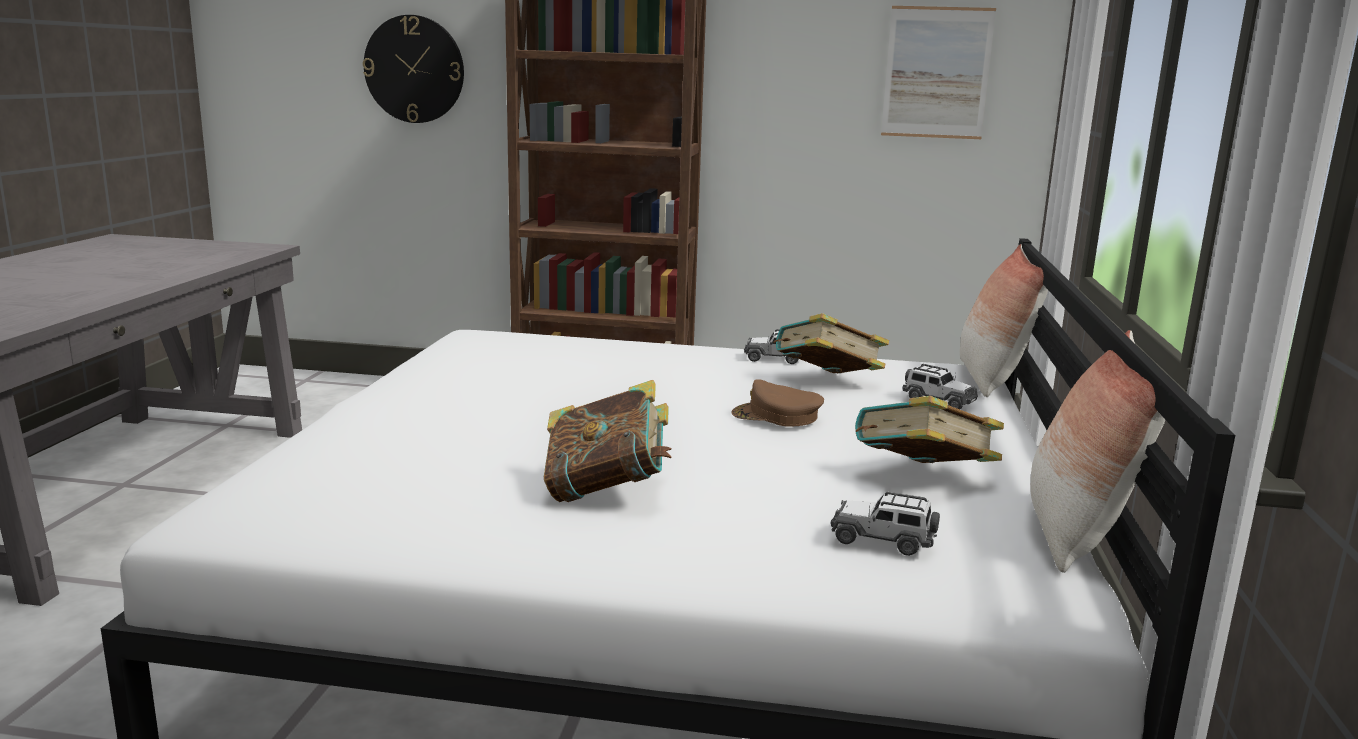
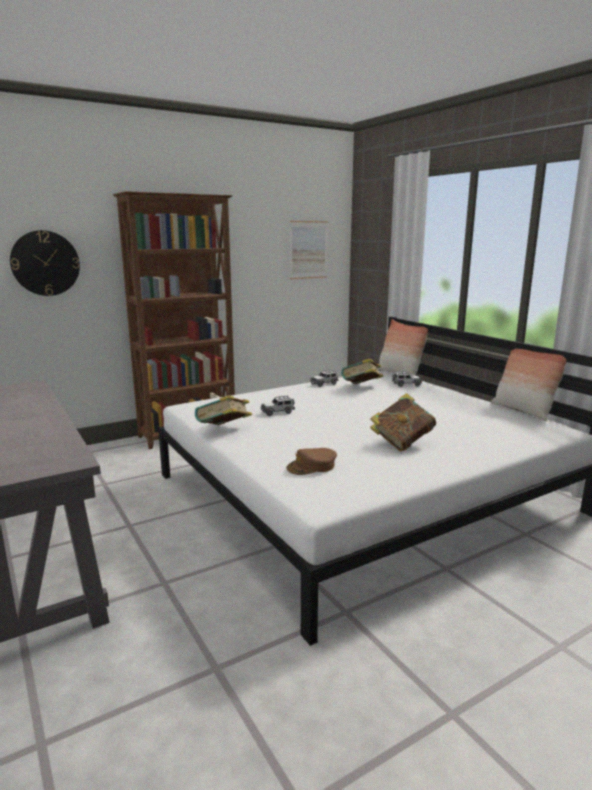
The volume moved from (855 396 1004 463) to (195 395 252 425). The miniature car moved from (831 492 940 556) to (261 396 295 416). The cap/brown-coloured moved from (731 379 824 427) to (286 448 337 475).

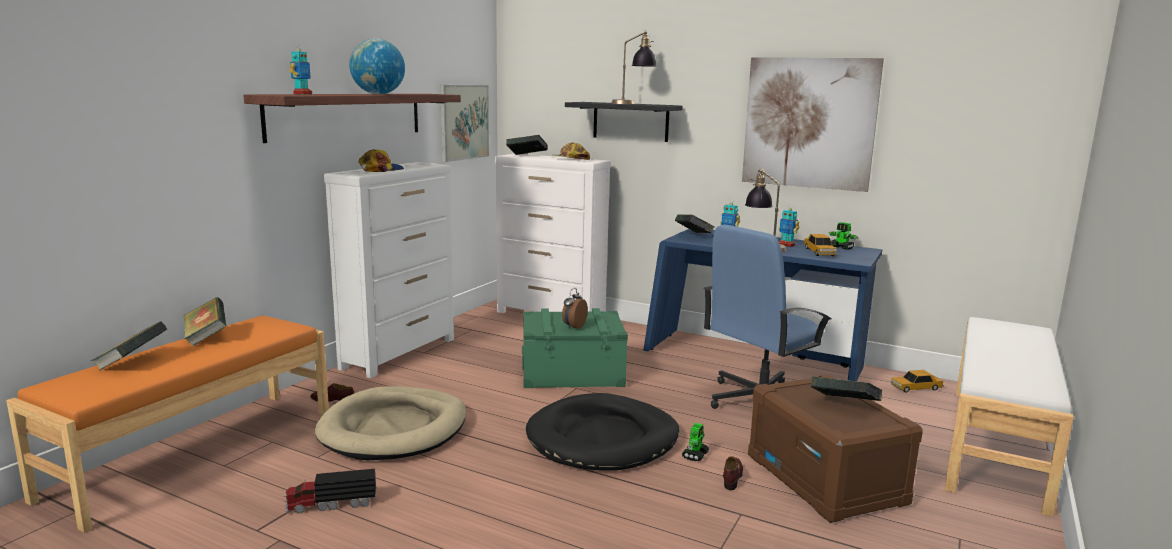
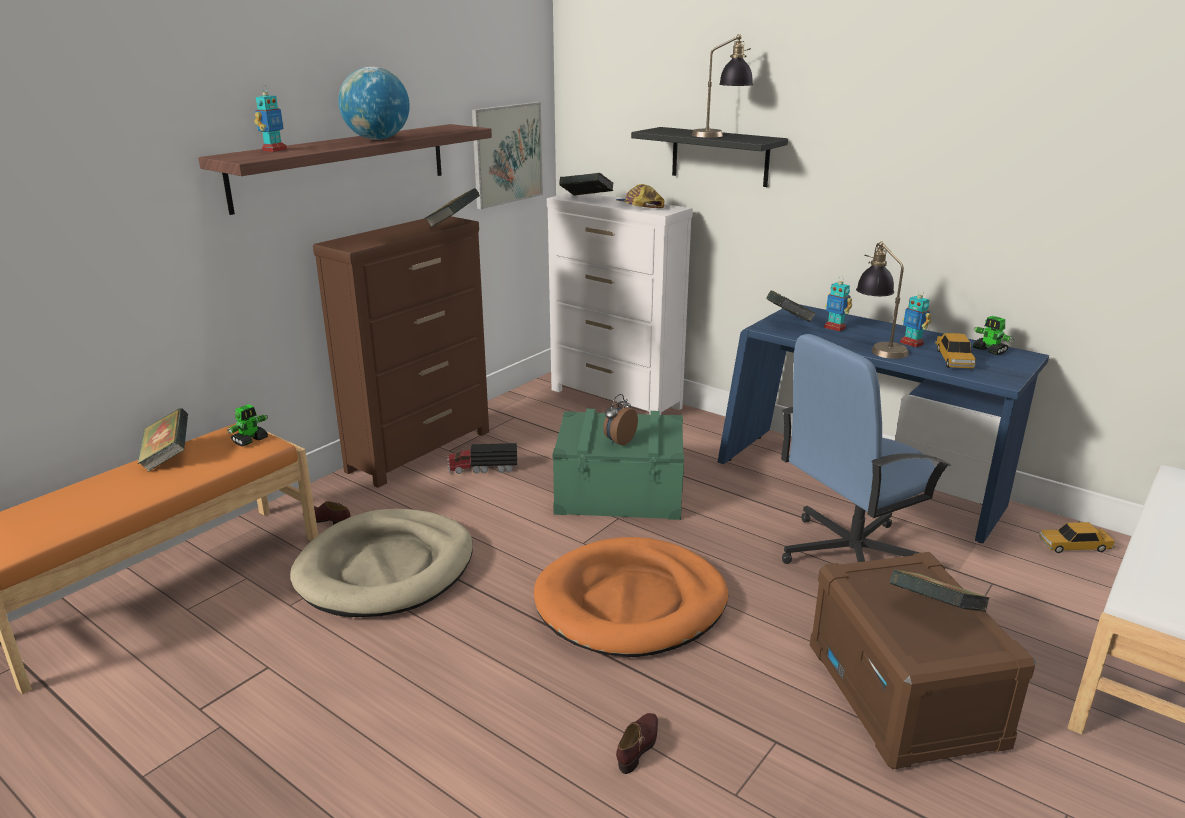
The model robot moved from (682 423 709 461) to (227 404 268 446). The dresser/white at (324 162 454 378) became the dresser/brown-coloured at (313 216 489 488). The volume moved from (91 321 167 371) to (424 188 480 228). The toy truck moved from (284 469 376 514) to (447 443 518 474). The pet bed/black-coloured at (526 393 679 471) became the pet bed/orangey at (534 537 728 657). The shoe/brown-coloured moved from (723 456 743 490) to (616 713 658 774). The cap at (358 149 404 172) disappeared. The wall picture at (742 57 884 192) disappeared.

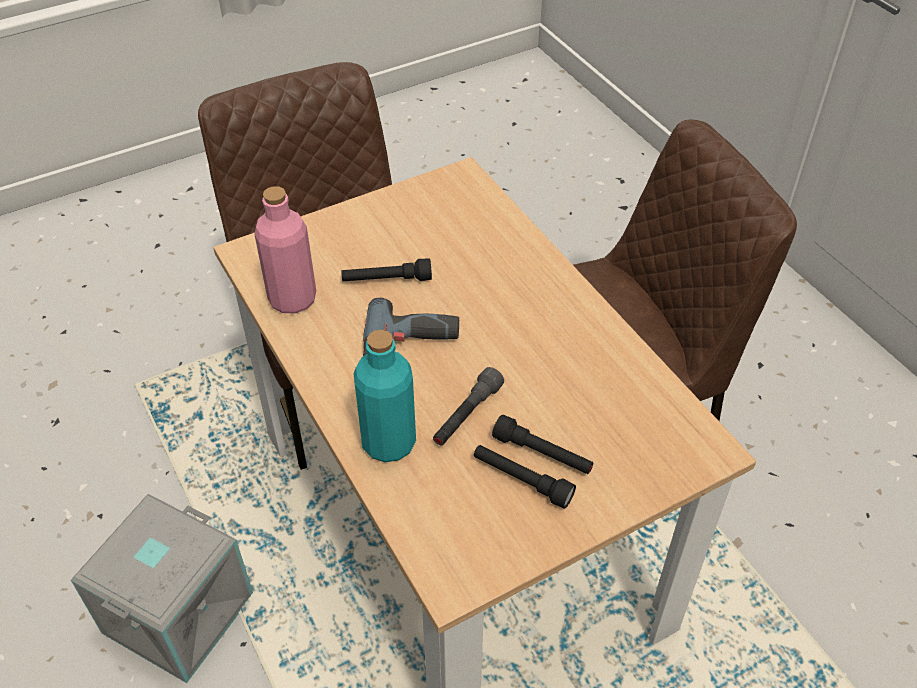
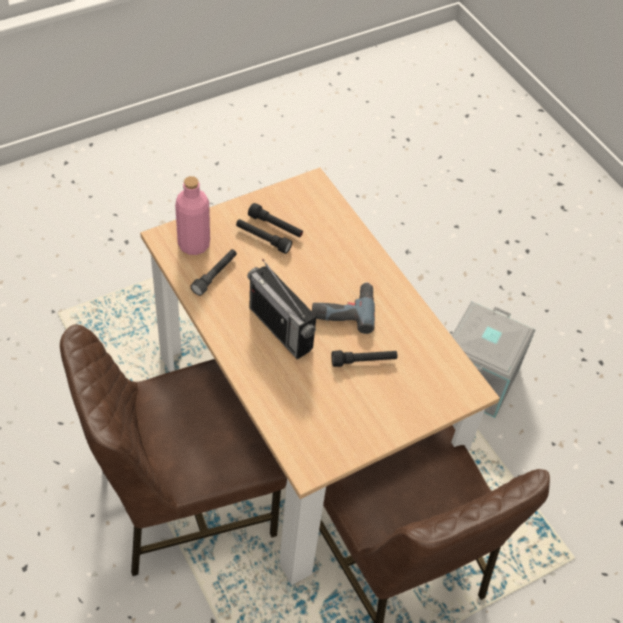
The drink bottle/pink-coloured moved from (254 186 316 313) to (175 176 210 255). The flashlight/gray moved from (433 367 504 445) to (190 249 237 296). The radio at (247 259 316 359) appeared. The drink bottle/turquoise at (353 330 416 462) disappeared.

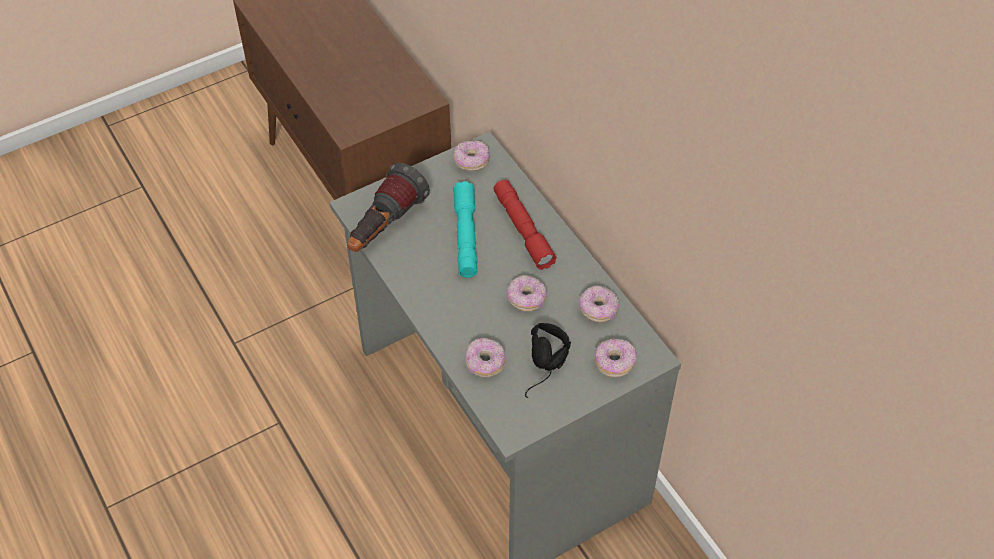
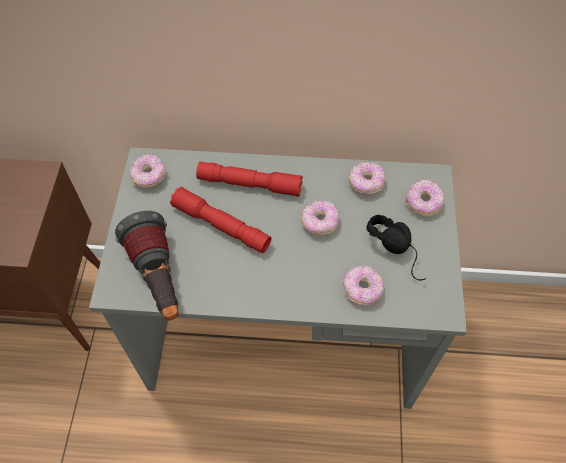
The flashlight/turquoise at (453 181 478 278) became the flashlight/reddish at (170 187 271 253).

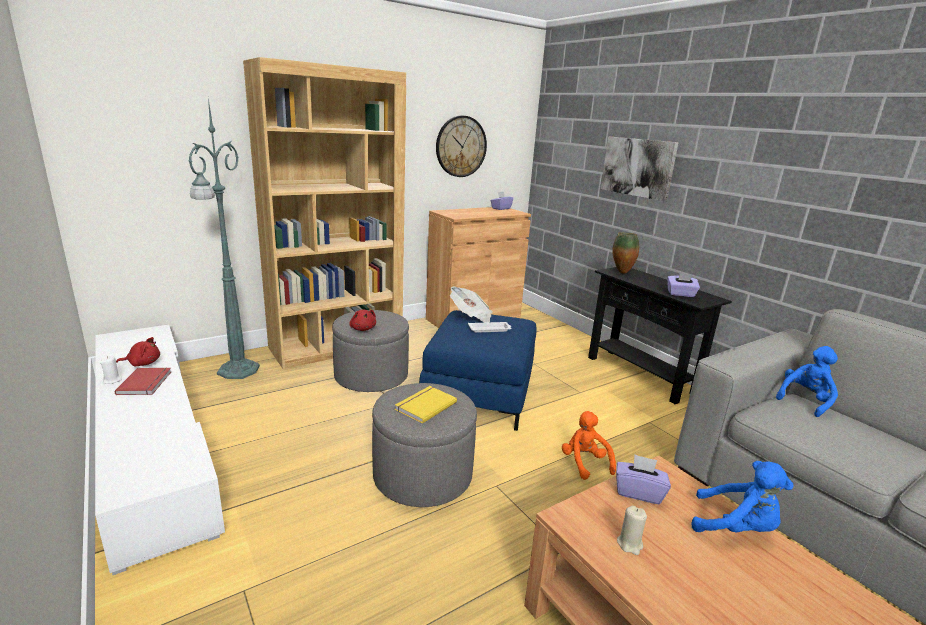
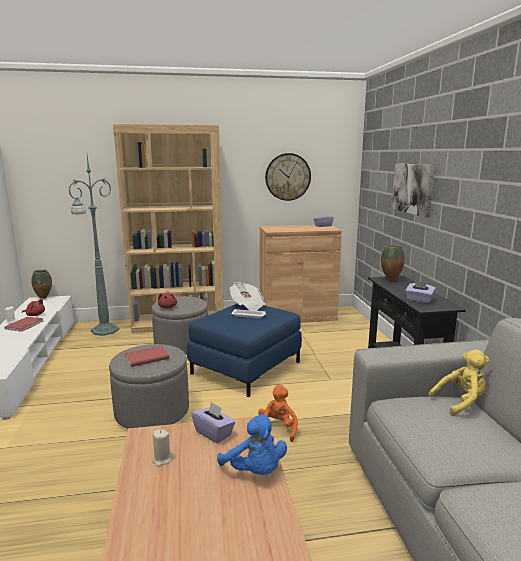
The vase at (31 270 52 299) appeared. The volume/yellow at (395 386 457 424) became the volume/reddish at (125 346 169 367). The soft toy/blue at (776 346 838 417) became the soft toy/yellow at (429 350 490 416).

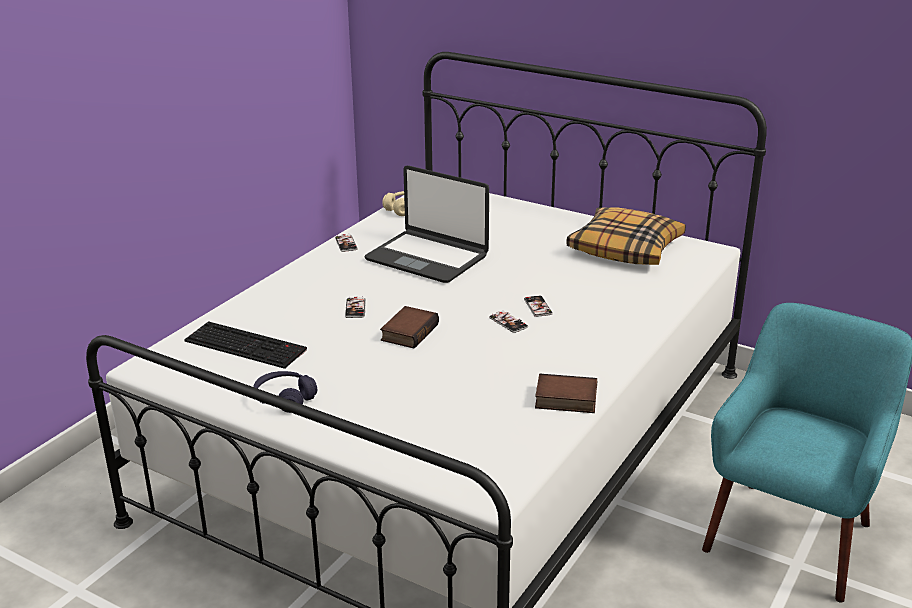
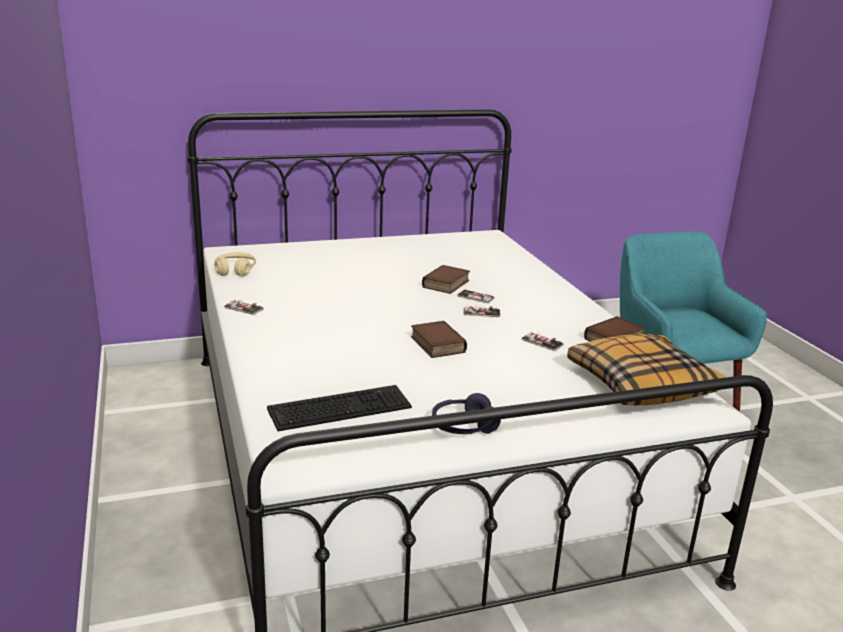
The volume at (422 265 470 294) appeared. The handset moved from (345 296 366 318) to (521 331 564 351). The pillow moved from (566 207 686 265) to (567 333 726 406). The notebook computer at (364 165 489 283) disappeared.

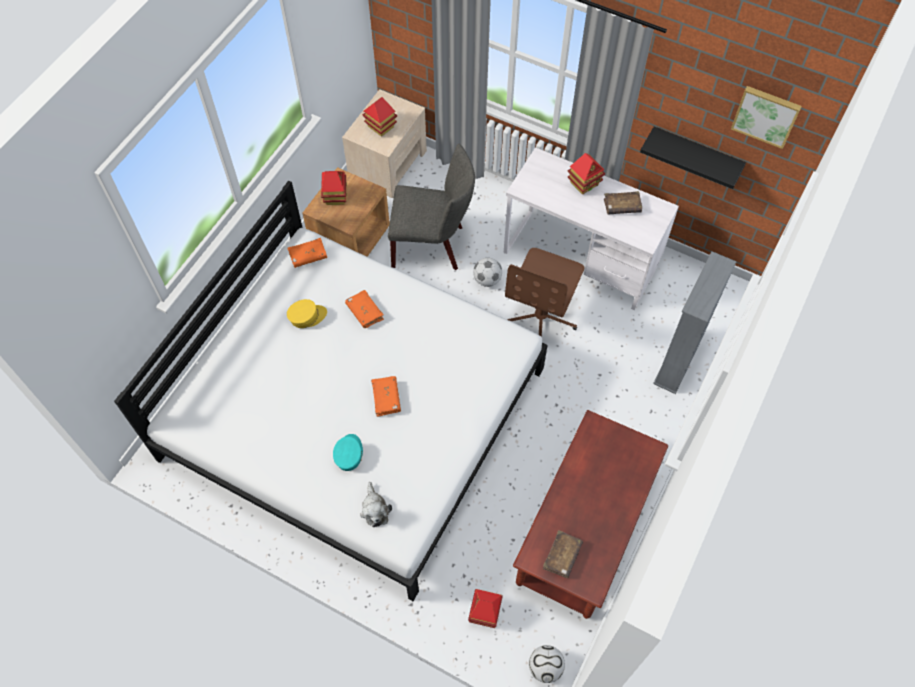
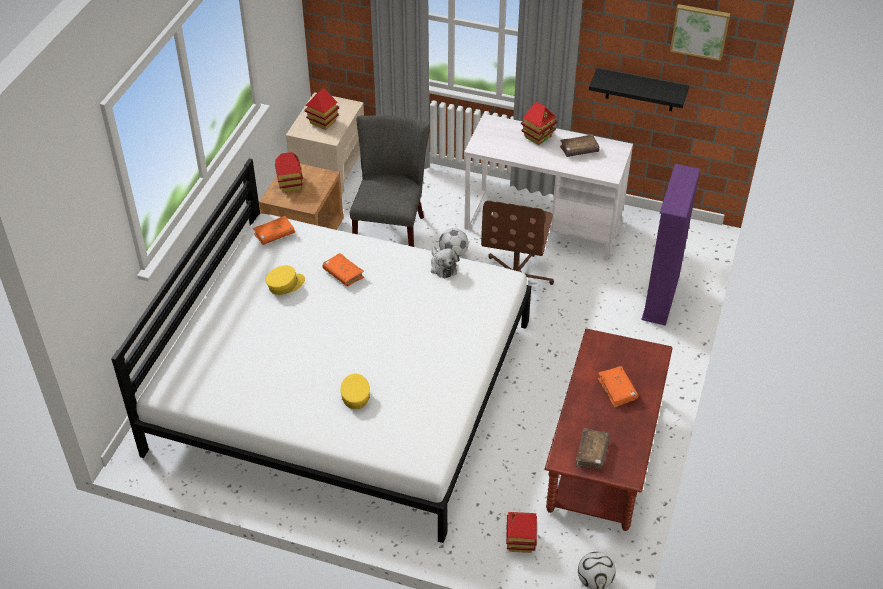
The cap/turquoise at (333 434 363 471) became the cap/yellow at (340 374 370 409). The upright chair/gray at (388 144 475 270) turned 75 degrees counterclockwise. The soft toy moved from (360 482 392 527) to (431 246 459 278). The volume/orangey moved from (371 376 401 417) to (598 366 639 408). The bookshelf/gray at (653 251 737 394) became the bookshelf/purplish at (641 164 700 326).

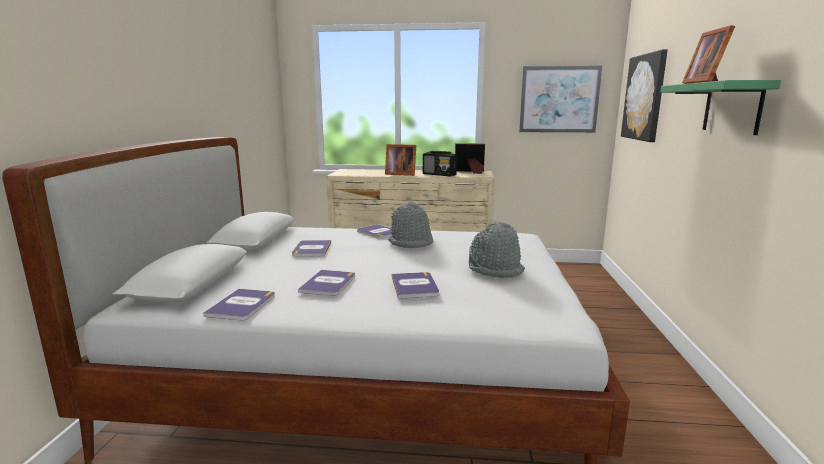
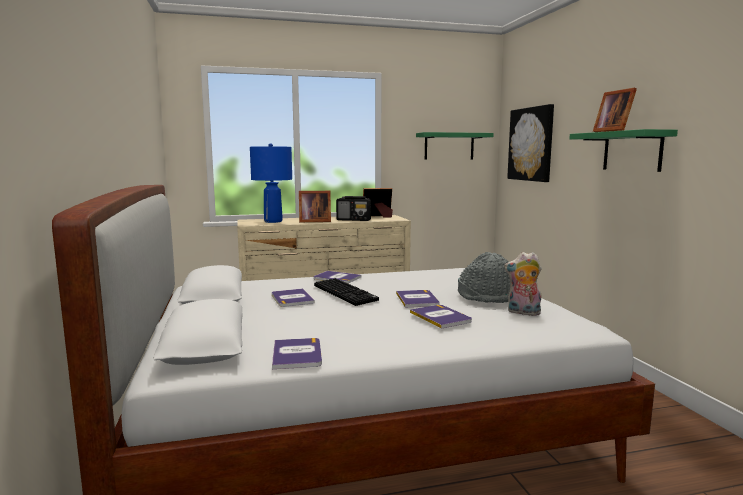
The table lamp/blue at (250 143 292 223) appeared. The computer keyboard at (314 278 379 306) appeared. The volume moved from (298 270 355 296) to (396 290 439 308). The wall picture at (519 66 602 133) was replaced by the shelf/green-coloured at (416 132 494 160). The soft toy at (504 252 541 316) appeared. The hat/gray at (388 201 433 248) disappeared.

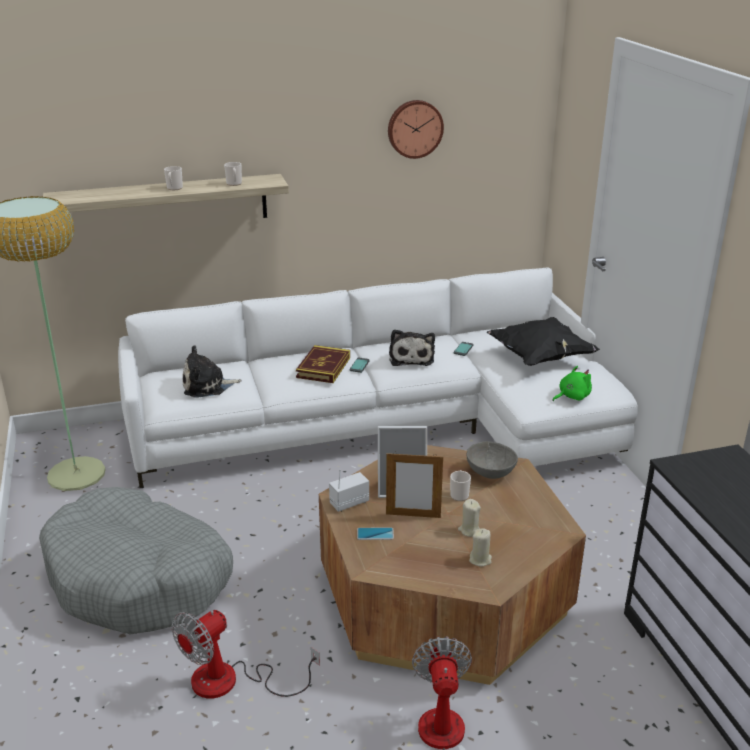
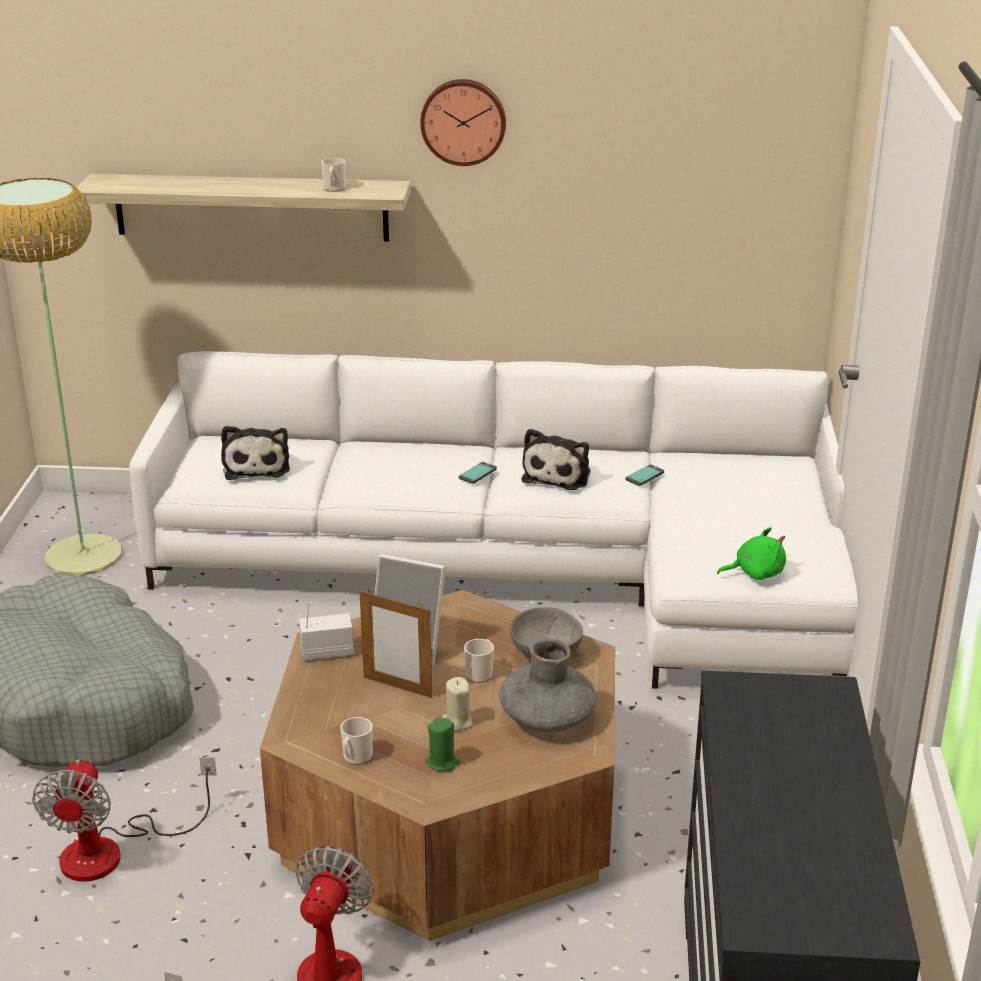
The cooling fan at (171 610 320 699) turned 60 degrees counterclockwise. The soft toy at (182 345 242 397) turned 105 degrees counterclockwise. The mug moved from (164 166 183 190) to (340 717 373 765). The hanging clock moved from (388 100 444 159) to (420 79 506 166). The wax candle/beige-coloured at (469 528 492 566) became the wax candle/green-coloured at (426 718 460 772). The vase/gray at (499 638 596 732) appeared. The volume at (296 345 350 383) disappeared. The handset at (357 527 394 540) disappeared. The pillow/black-coloured at (487 317 600 366) disappeared.

